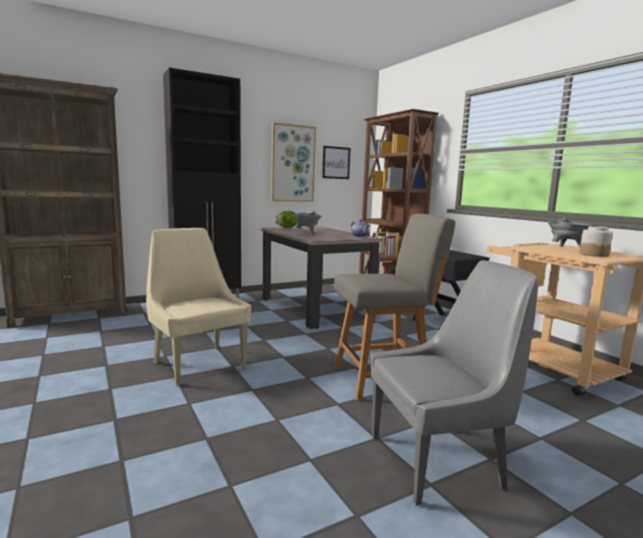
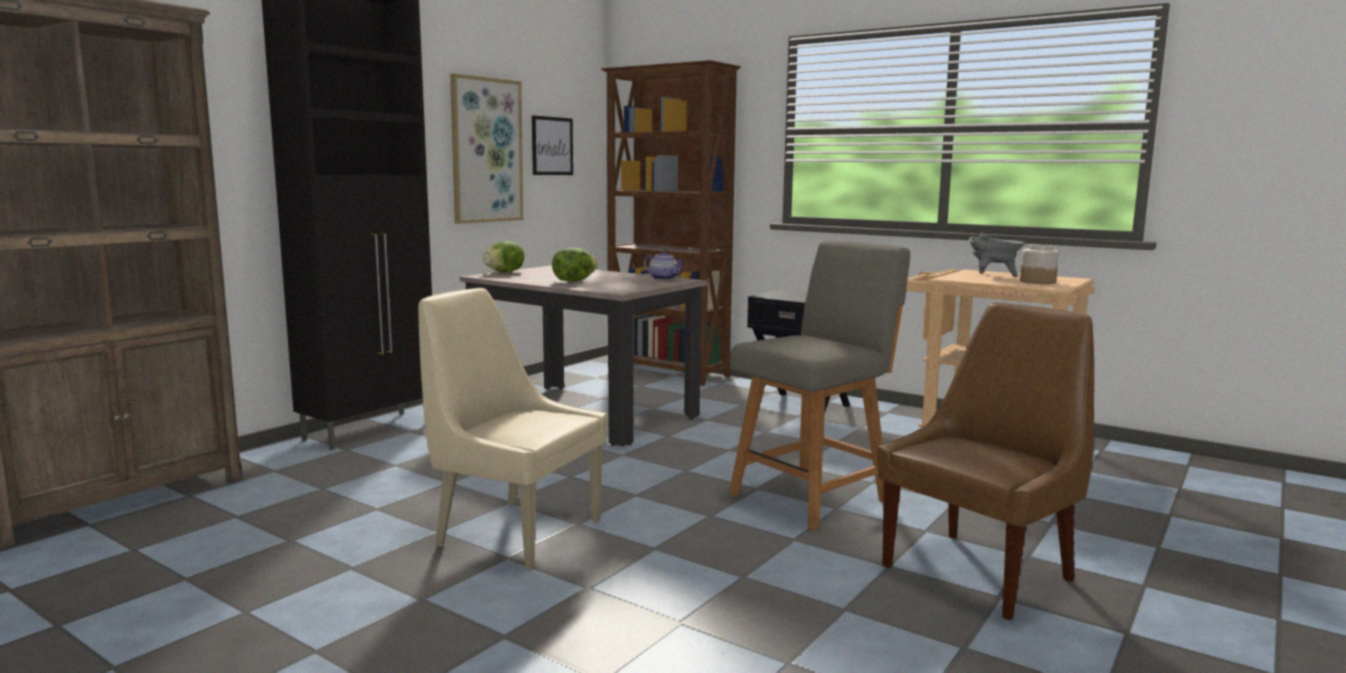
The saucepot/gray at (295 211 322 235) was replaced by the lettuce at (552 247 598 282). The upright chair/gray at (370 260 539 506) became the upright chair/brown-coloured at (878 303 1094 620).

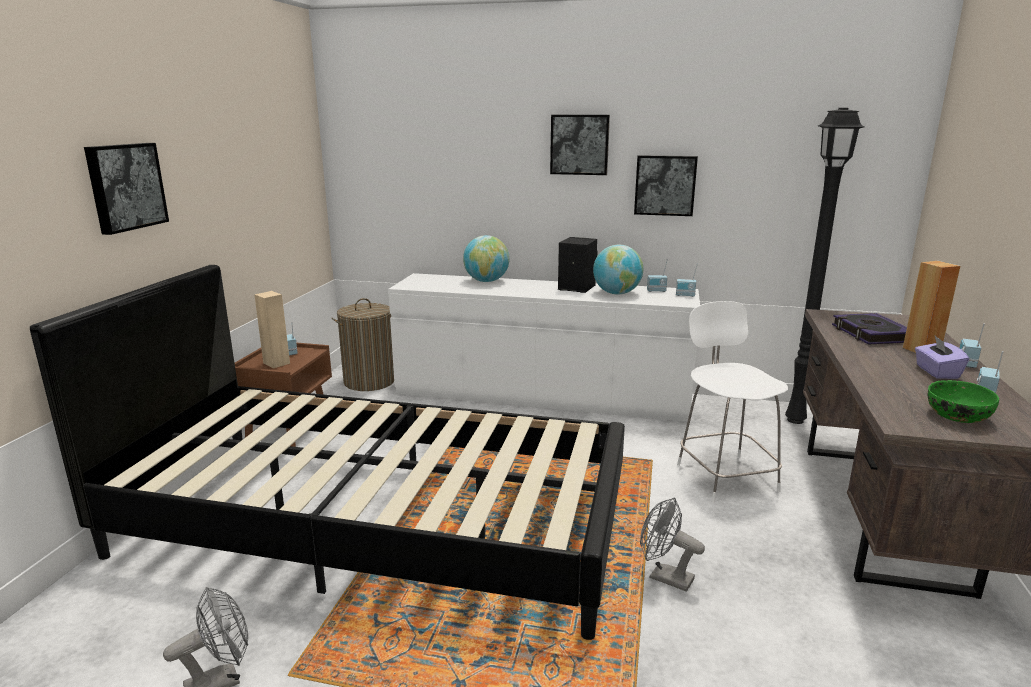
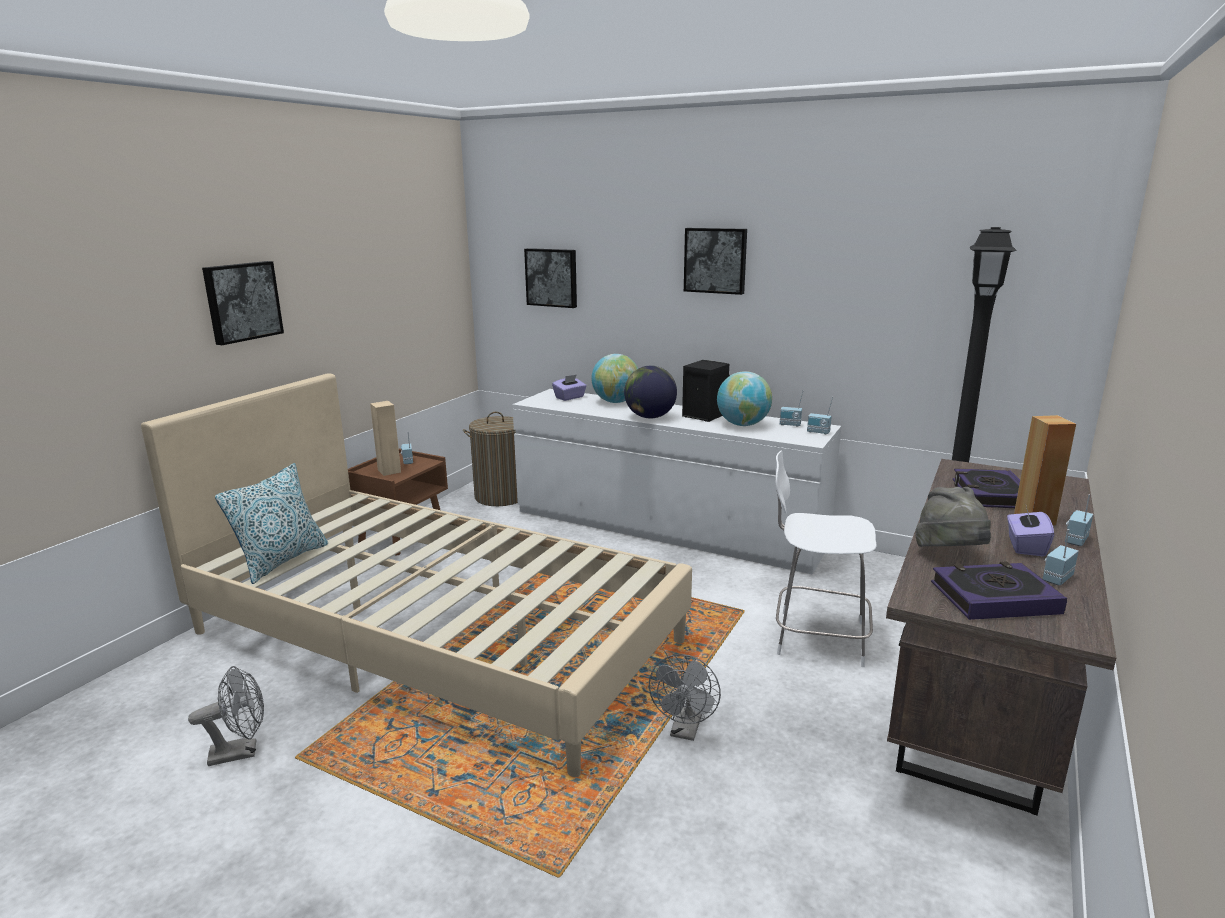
The sleeping bed/black-coloured at (30 265 625 640) became the sleeping bed/beige-coloured at (141 373 692 777). The pillow at (215 463 328 584) appeared. The wall picture moved from (634 155 698 216) to (524 248 577 308). The box of tissues/purplish at (552 374 587 401) appeared. The desk globe at (624 365 677 418) appeared. The cooling fan/gray at (640 498 705 592) turned 120 degrees counterclockwise. The upright chair/white at (677 301 788 502) turned 75 degrees counterclockwise. The hat/gray at (916 487 991 547) appeared. The deep dish/green-coloured at (928 380 999 423) was replaced by the volume at (931 561 1067 620).

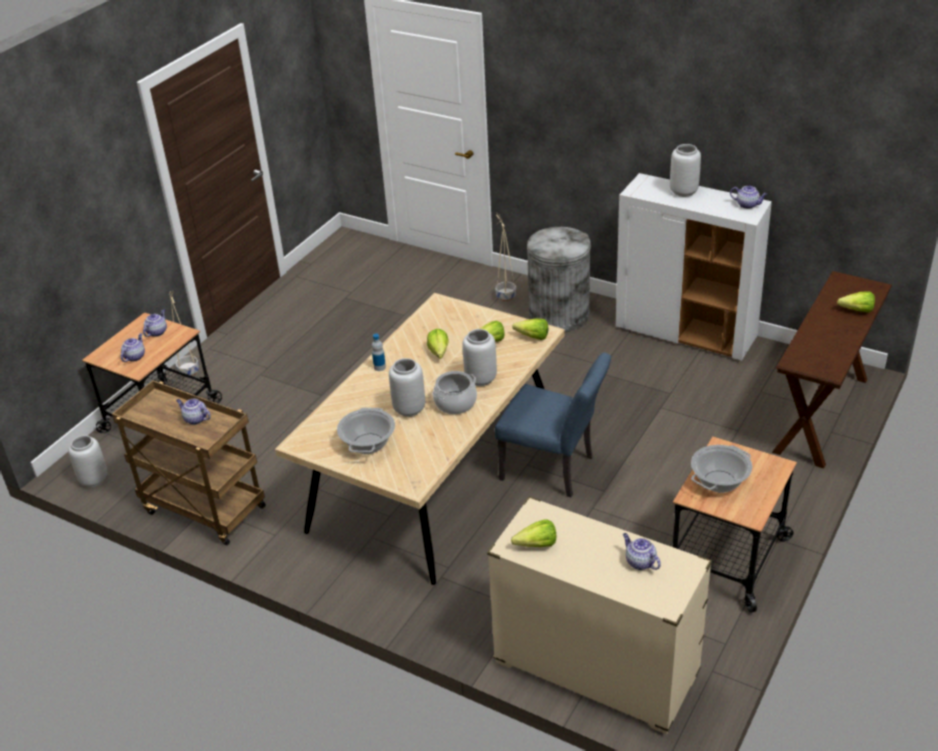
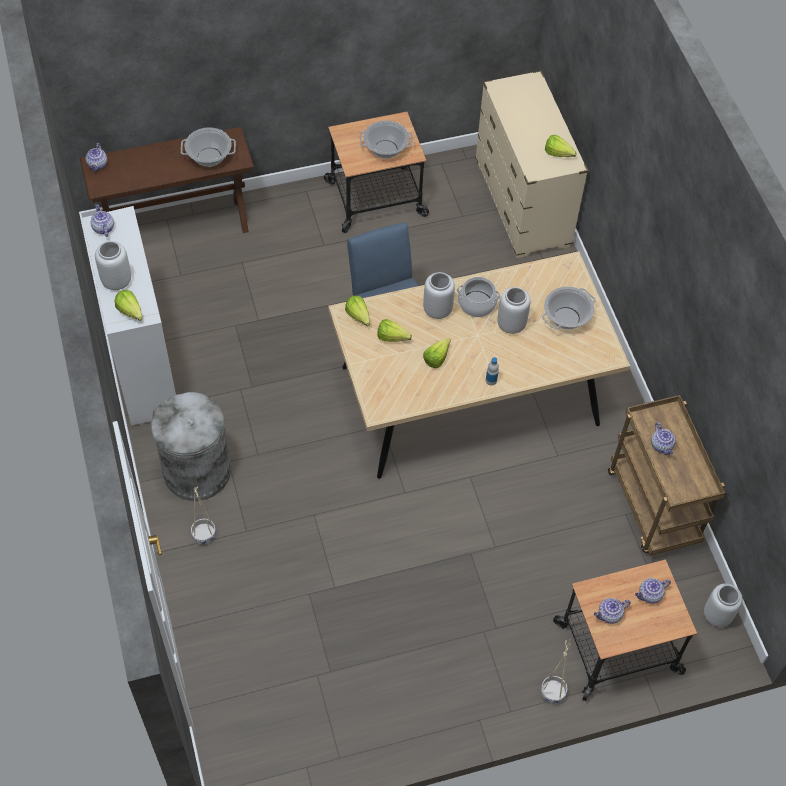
The tea pot moved from (623 533 661 570) to (86 143 107 171). The lettuce moved from (837 291 875 313) to (114 290 142 321). The saucepot at (181 127 236 167) appeared.

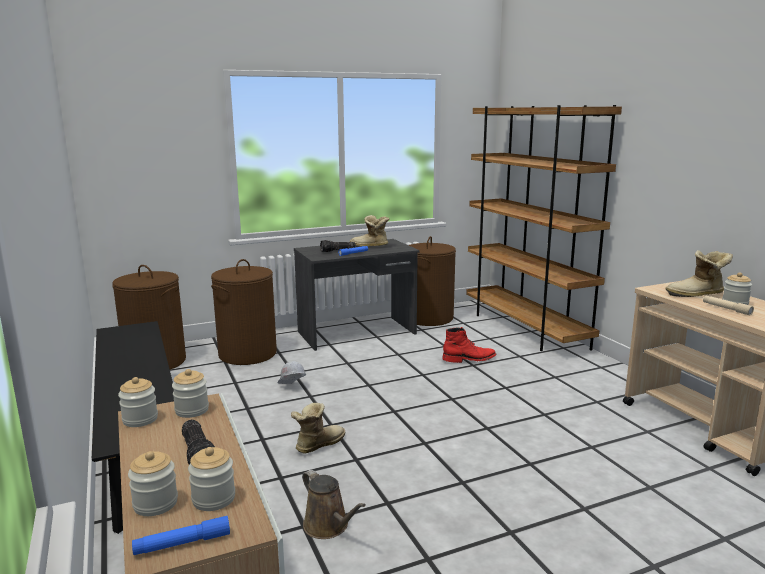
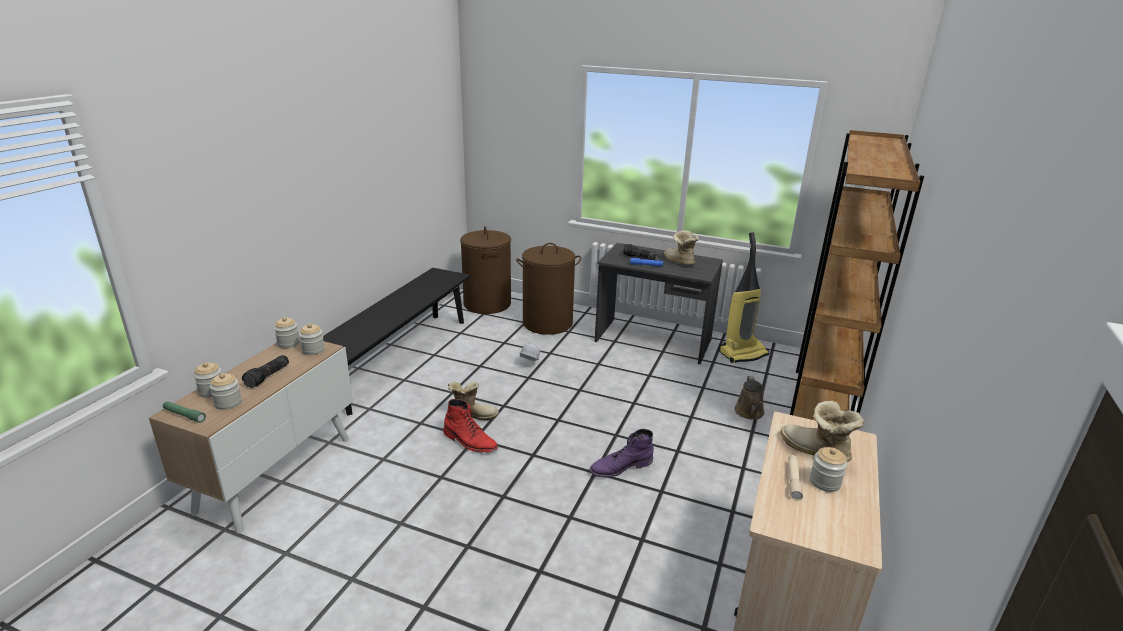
The flashlight/blue at (132 516 230 555) became the flashlight/green-coloured at (163 402 206 423). The high-top boot/reddish moved from (443 327 496 363) to (443 399 498 452). The high-top boot/purplish at (589 429 654 478) appeared. The washing basket/brown-coloured at (409 236 456 326) was replaced by the vacuum cleaner at (719 232 769 363). The sprinkling can/brown-coloured moved from (302 470 366 539) to (734 376 764 420).

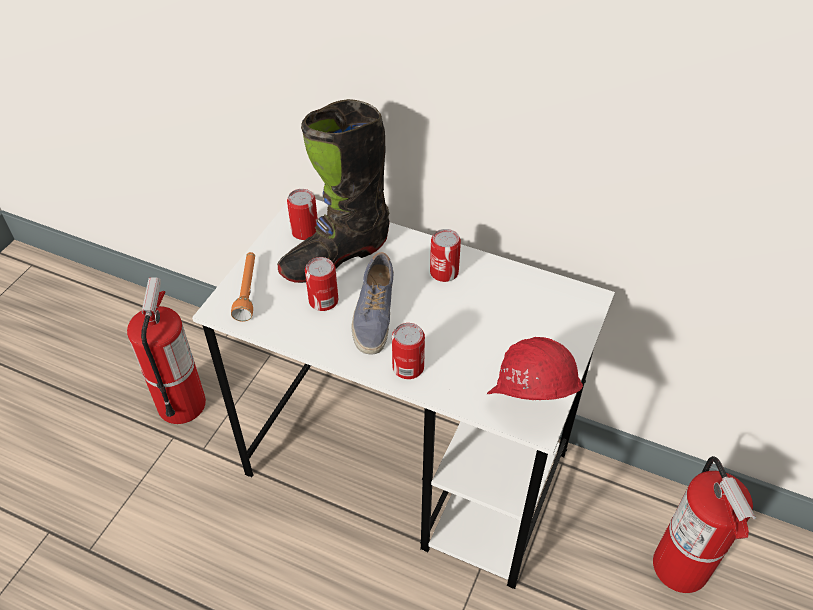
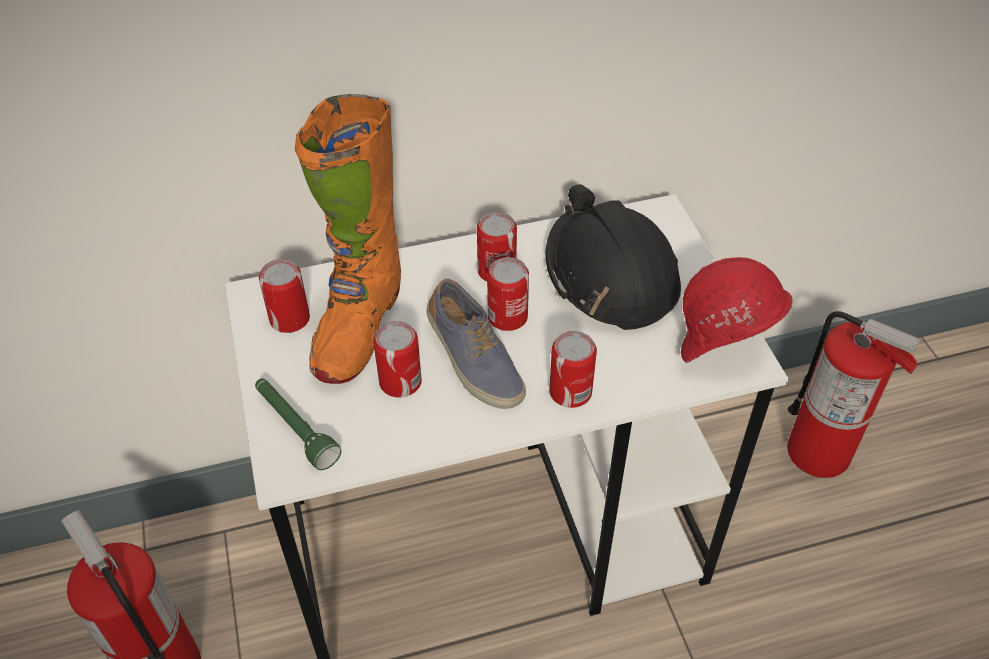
The flashlight/orangey at (231 252 255 322) became the flashlight/green-coloured at (255 378 341 470). The high-top boot/black-coloured at (277 99 390 283) became the high-top boot/orangey at (295 94 401 384). The metal can at (487 257 529 331) appeared. The work helmet/black-coloured at (546 184 681 330) appeared.

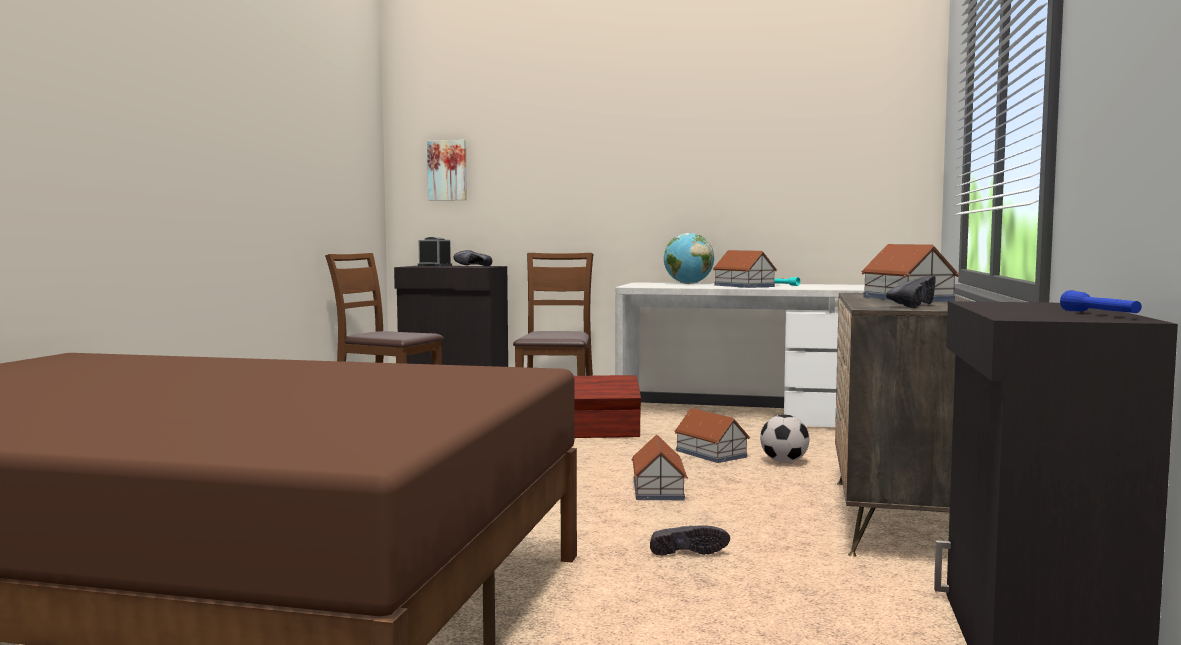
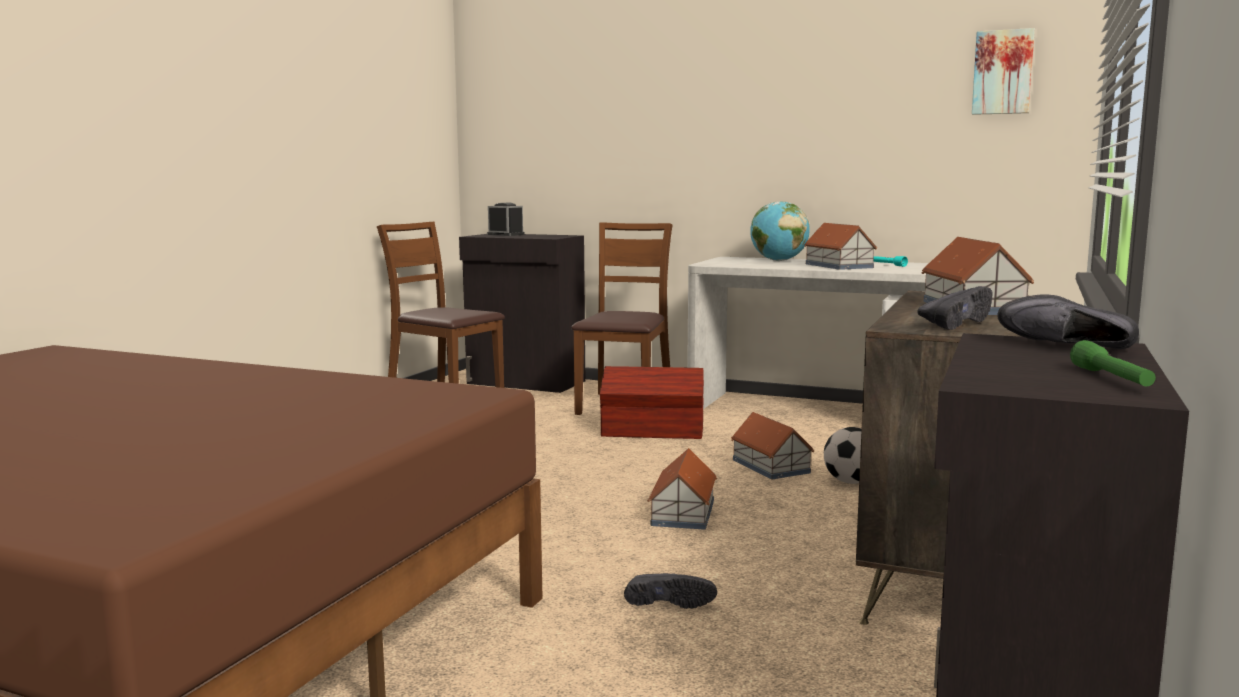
The wall picture moved from (427 140 467 201) to (972 28 1035 115). The shoe/black-coloured moved from (453 250 492 266) to (997 294 1139 349). The flashlight/blue at (1060 290 1142 313) became the flashlight/green-coloured at (1070 340 1156 387).

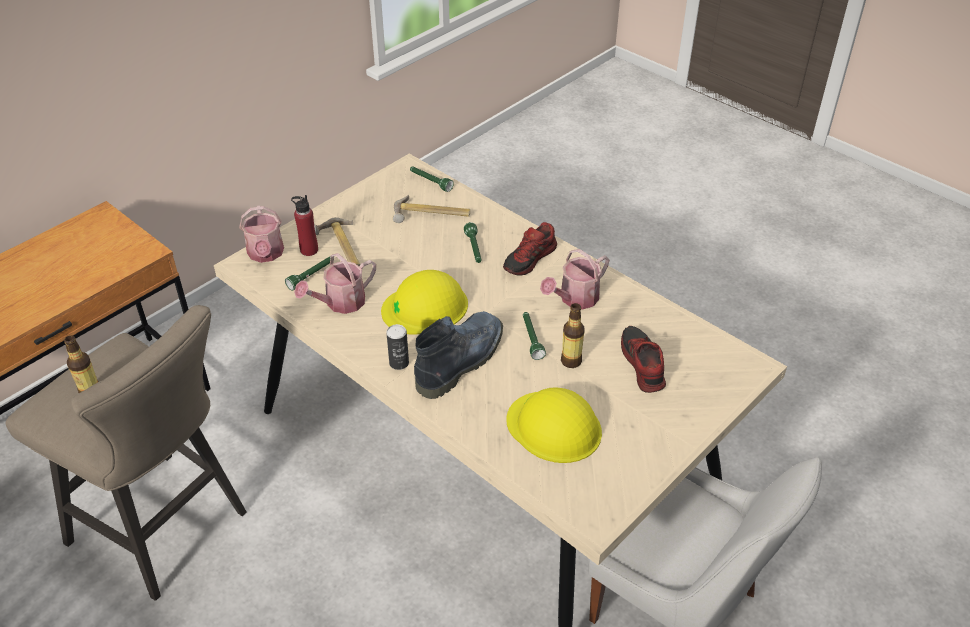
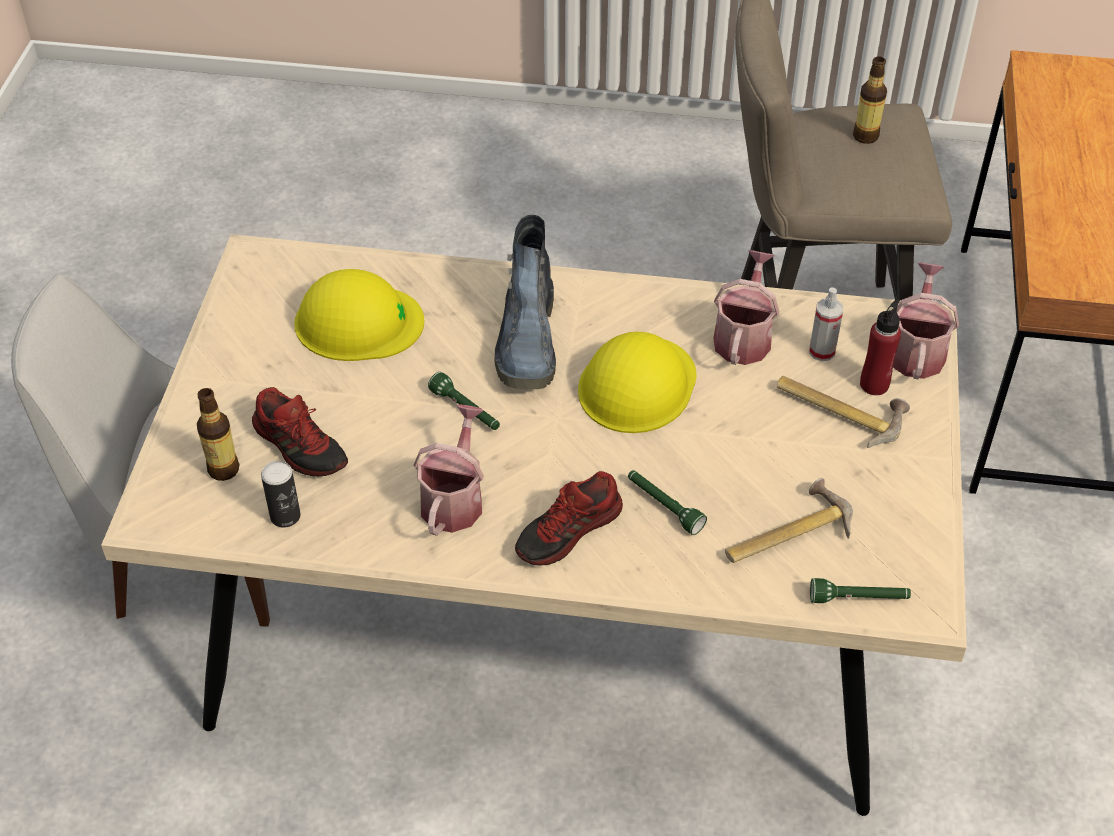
The drink bottle moved from (561 303 585 368) to (197 388 239 481). The metal can moved from (386 324 409 370) to (261 461 301 528). The shoe at (503 222 557 276) turned 135 degrees counterclockwise. The flashlight/green-coloured at (285 256 331 291) was replaced by the hand sprayer at (809 287 843 361). The sprinkling can at (239 206 284 263) turned 60 degrees clockwise.

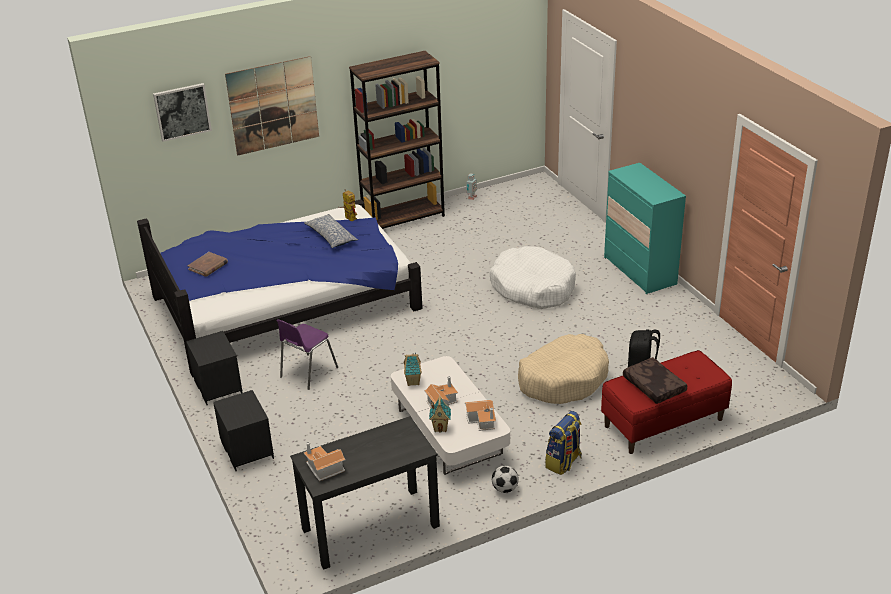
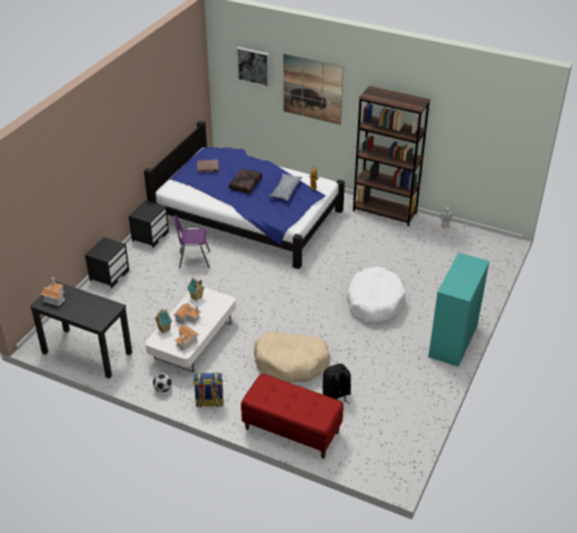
The pillow/brown-coloured moved from (623 357 687 404) to (229 169 262 193).

